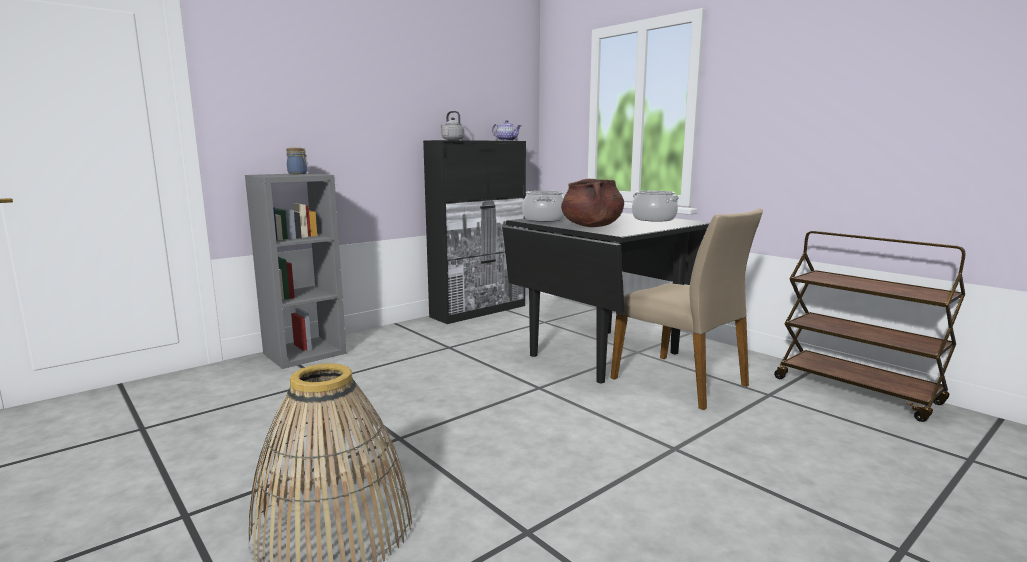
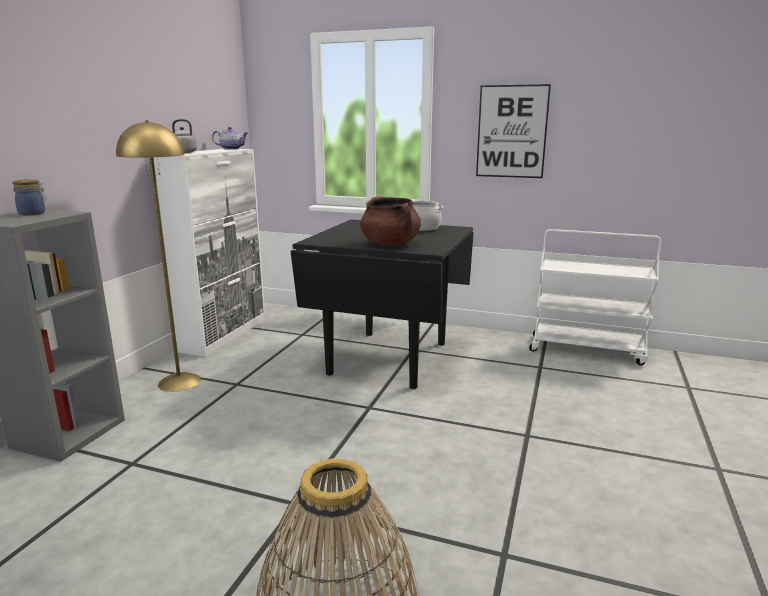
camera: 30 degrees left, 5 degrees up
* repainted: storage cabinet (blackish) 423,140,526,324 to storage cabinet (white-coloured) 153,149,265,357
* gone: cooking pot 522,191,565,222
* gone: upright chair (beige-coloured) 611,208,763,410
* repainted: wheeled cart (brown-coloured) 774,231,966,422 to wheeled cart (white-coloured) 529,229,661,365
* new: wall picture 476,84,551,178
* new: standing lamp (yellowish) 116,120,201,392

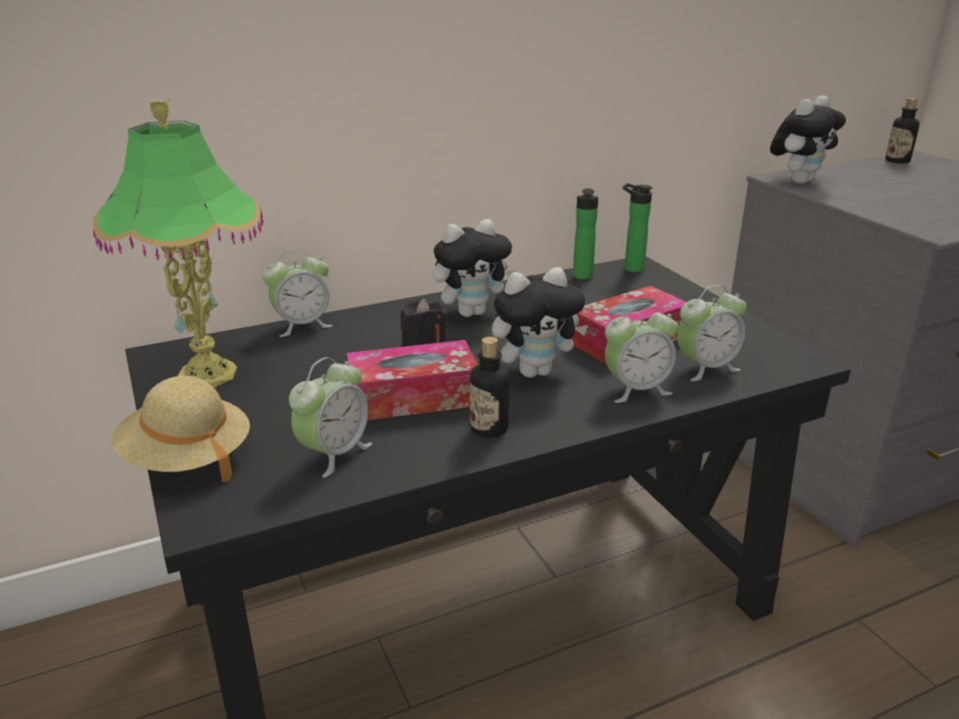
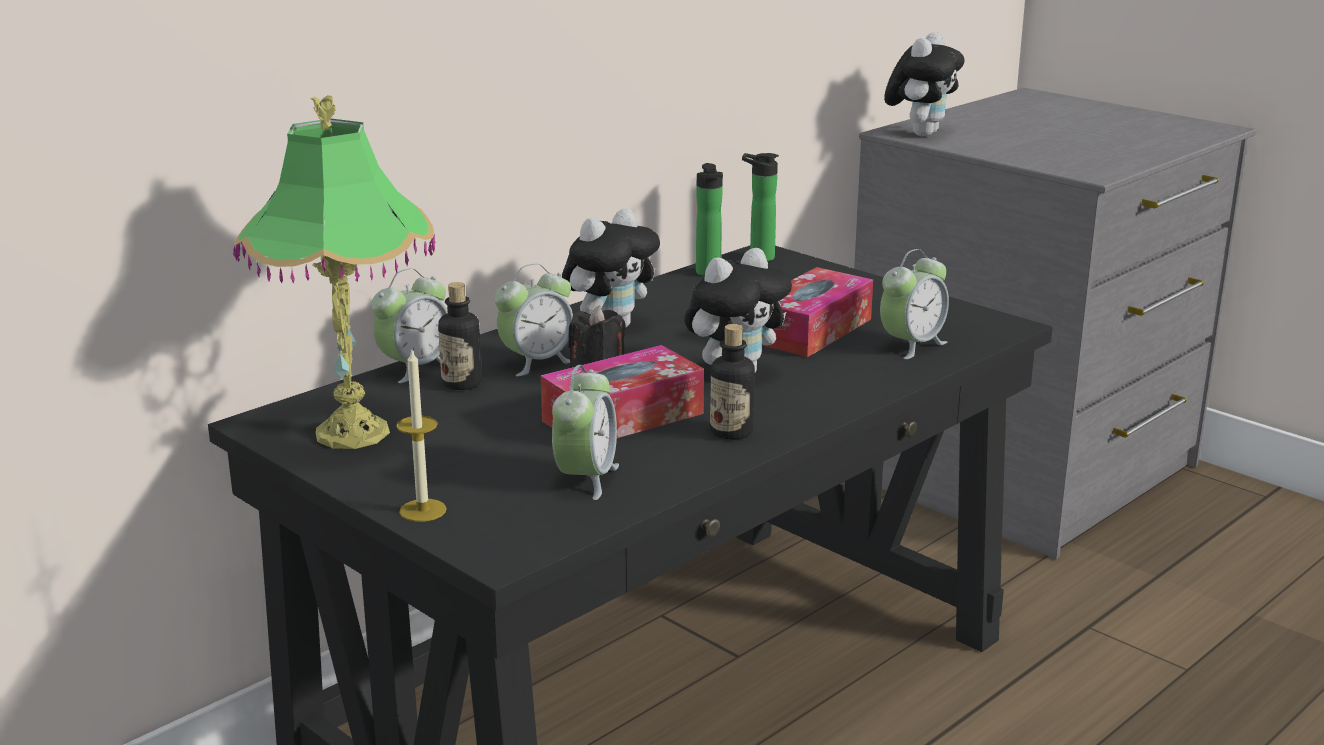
camera: 20 degrees left, 5 degrees down
* shifted: bottle 885,98,920,164 to 438,282,482,390
* shifted: table clock 605,303,678,403 to 494,264,573,376
* swapped: hat (beige-coloured) 112,376,250,482 to wax light 396,350,447,522

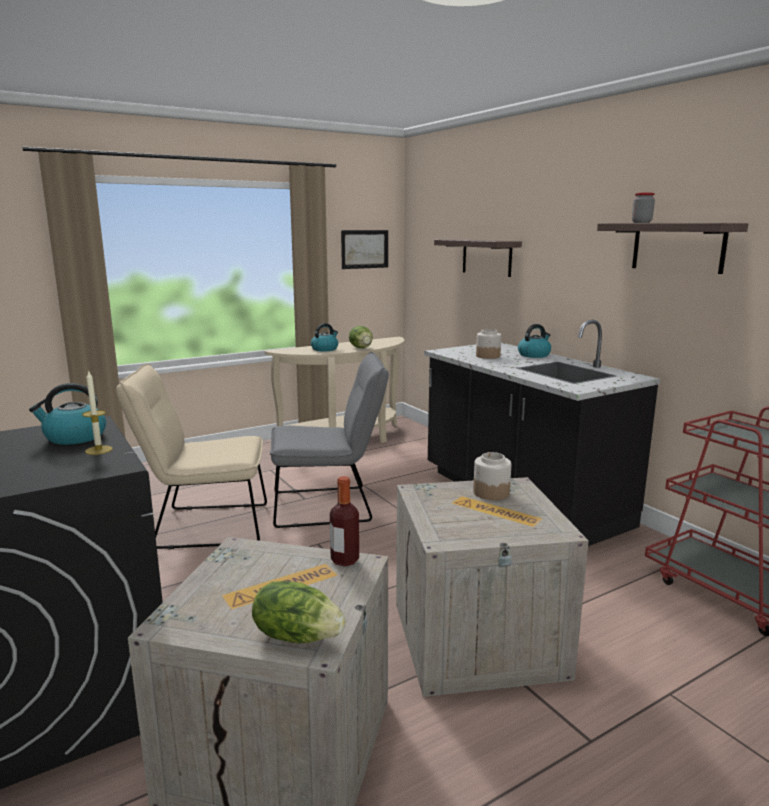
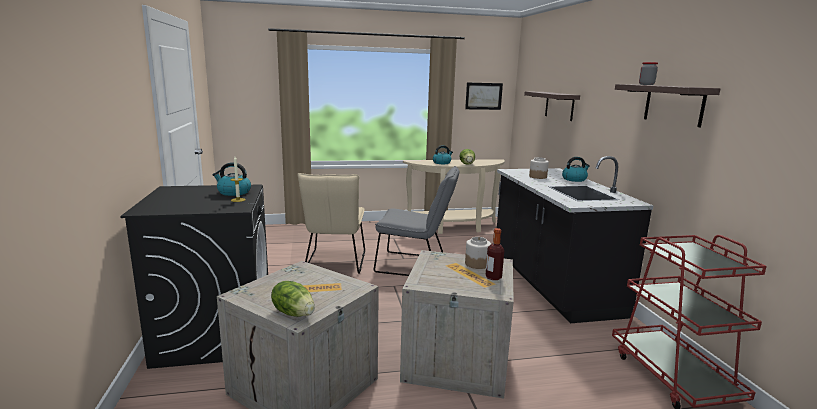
camera: 20 degrees right, 0 degrees up
* rotated: upright chair (beige-coloured) 116,364,267,549 = 297,173,365,274 105 degrees counterclockwise
* shifted: bottle 330,476,359,566 to 486,228,504,280

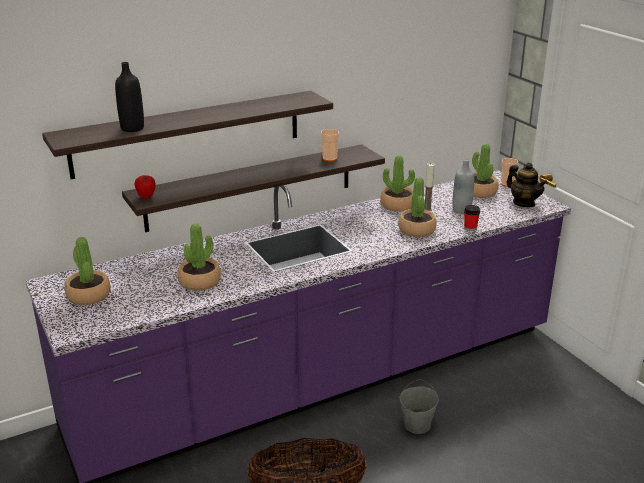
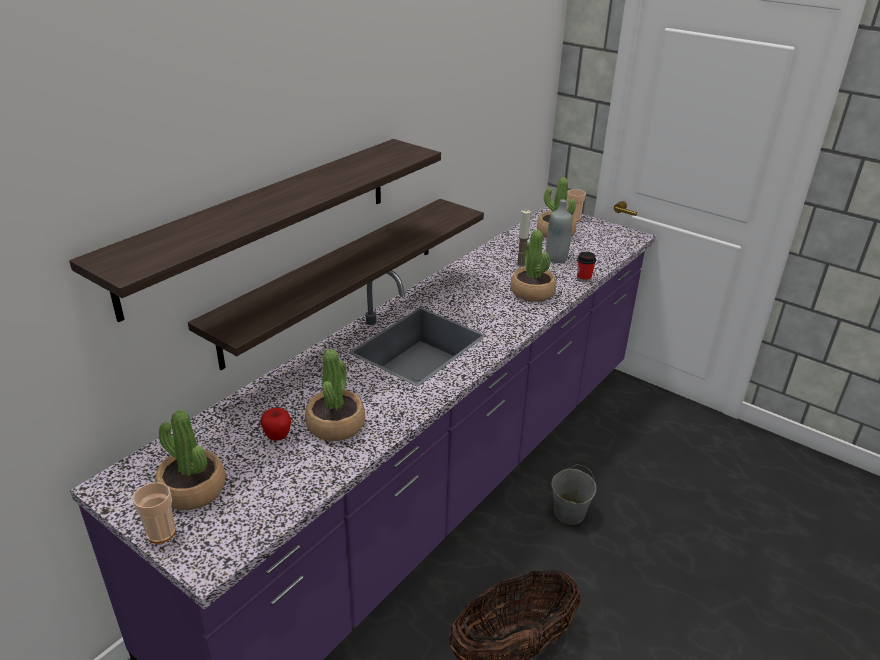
camera: 25 degrees left, 5 degrees up
* gone: bottle (blackish) 115,62,144,132
* shifted: cup 321,129,339,162 to 133,482,176,544
* gone: potted plant 380,156,415,212
* gone: tea pot 506,163,548,207
* shifted: apple 135,175,156,198 to 261,408,291,441

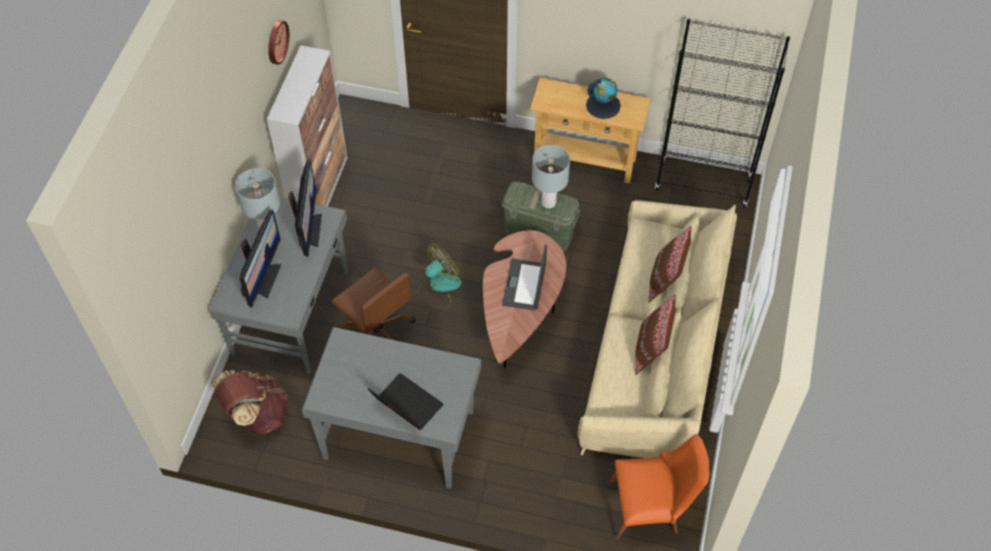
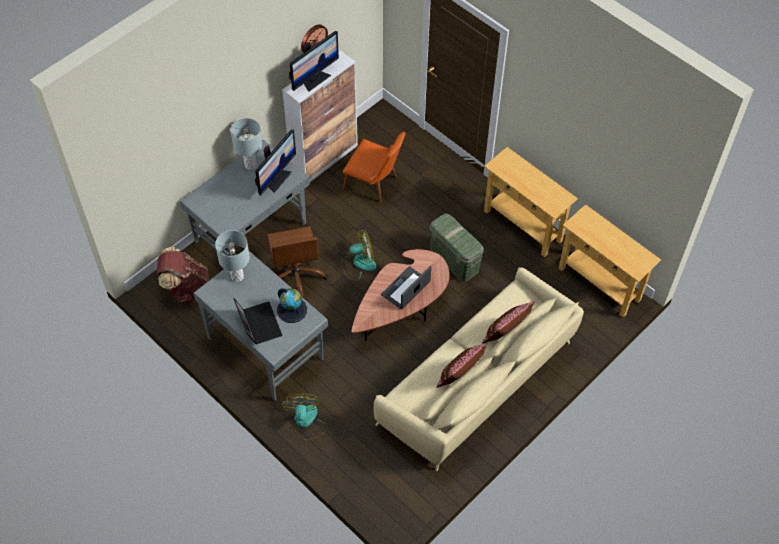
camera: 30 degrees right, 0 degrees up
* swapped: shelving unit (blackish) 655,19,790,207 to narrow table (beige-coloured) 558,204,661,318
* shifted: desk globe 586,78,621,119 to 277,288,307,323
* shifted: table lamp (grey) 532,145,570,208 to 215,230,250,282
* shifted: computer display 240,210,281,308 to 289,31,339,91
* shifted: upright chair (orange) 607,434,709,540 to 343,132,405,203
* new: cooling fan 282,394,328,440

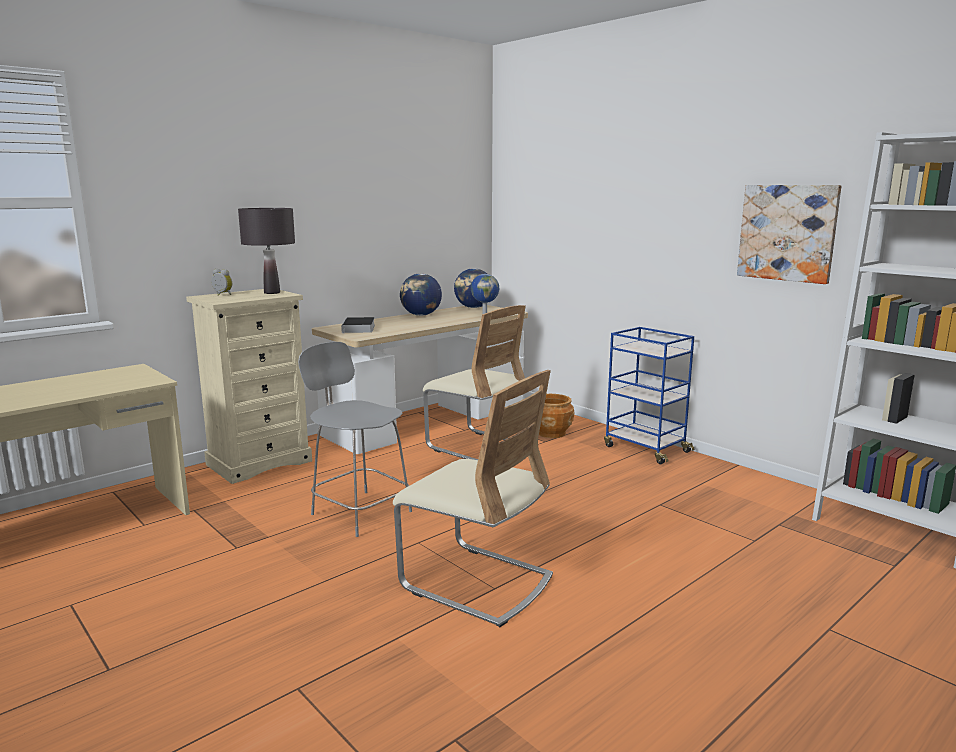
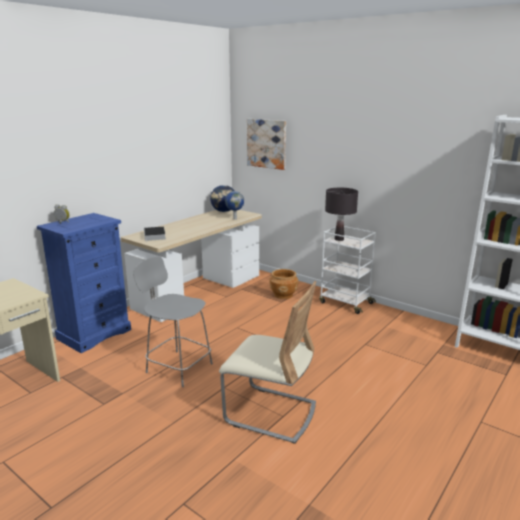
camera: 10 degrees left, 5 degrees up
* shifted: wall picture 737,185,841,284 to 247,119,286,170
* shifted: table lamp (blackish) 238,208,295,294 to 325,188,358,241
* gone: desk globe 400,273,442,316
* repainted: dresser (beige-coloured) 186,289,312,484 to dresser (blue) 37,213,131,353
* gone: upright chair (beige-coloured) 423,305,526,460
* repainted: wheeled cart (blue) 604,327,695,464 to wheeled cart (white-coloured) 319,226,376,314

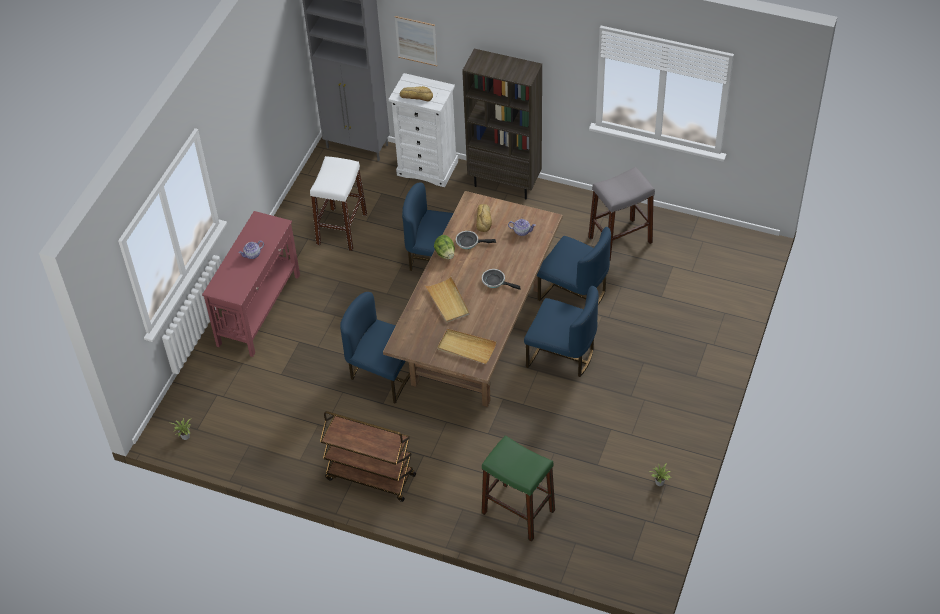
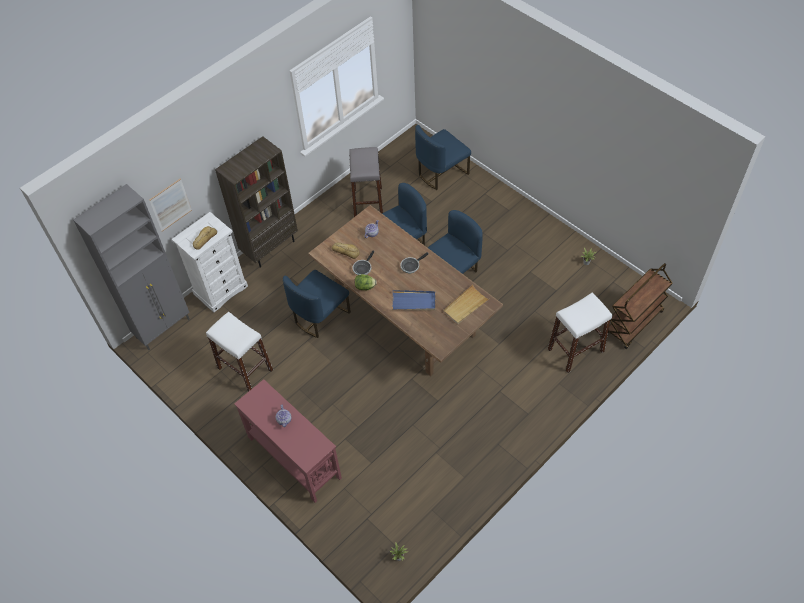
camera: 65 degrees left, 5 degrees up
* repainted: serving tray (beige-coloured) 425,276,470,323 to serving tray (blue) 392,290,435,310
* shifted: upright chair (blue) 340,292,410,404 to 415,125,471,190
* shifted: wheeled cart (brown-coloured) 320,411,416,502 to 608,263,673,349
* repainted: sitting stool (greenish) 482,435,555,542 to sitting stool (white-coloured) 548,293,612,373

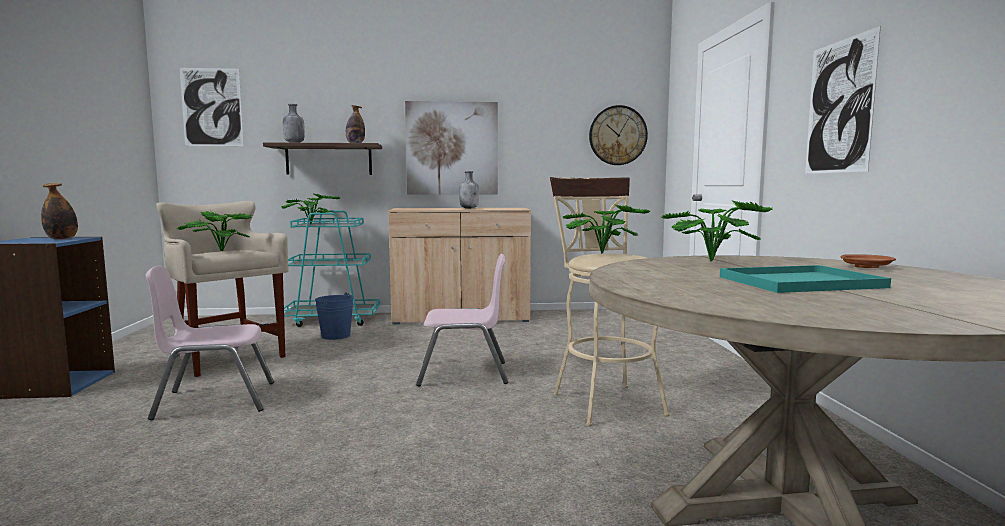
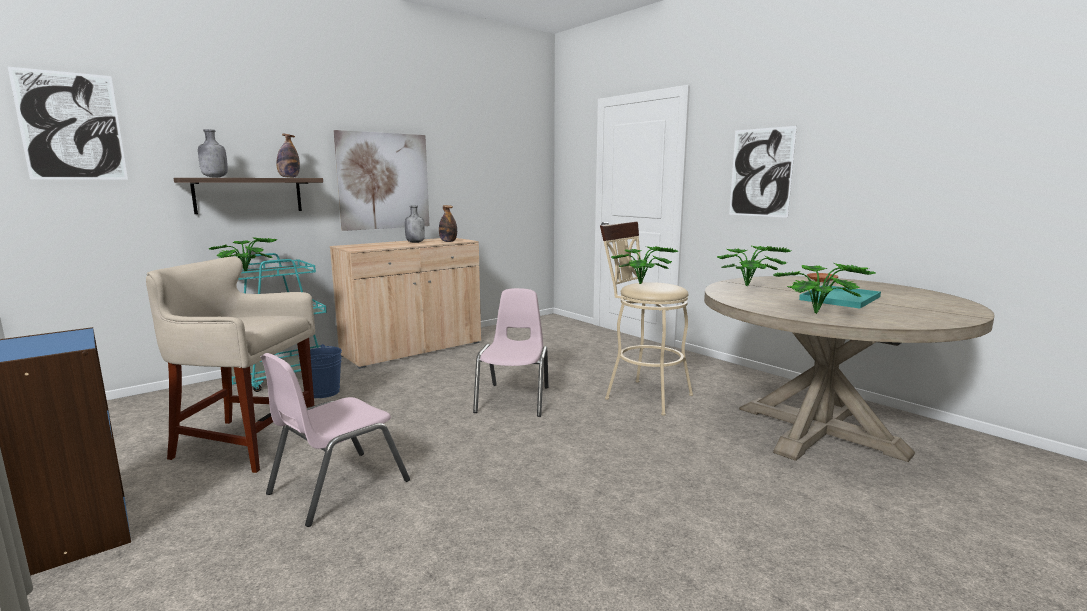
camera: 35 degrees left, 5 degrees up
* gone: hanging clock 589,105,648,165
* shifted: bottle 41,183,78,240 to 439,205,457,242
* shifted: potted plant 177,211,252,251 to 773,263,876,314
* rotated: upright chair (pinkish) 416,254,508,386 = 473,288,549,417 45 degrees counterclockwise

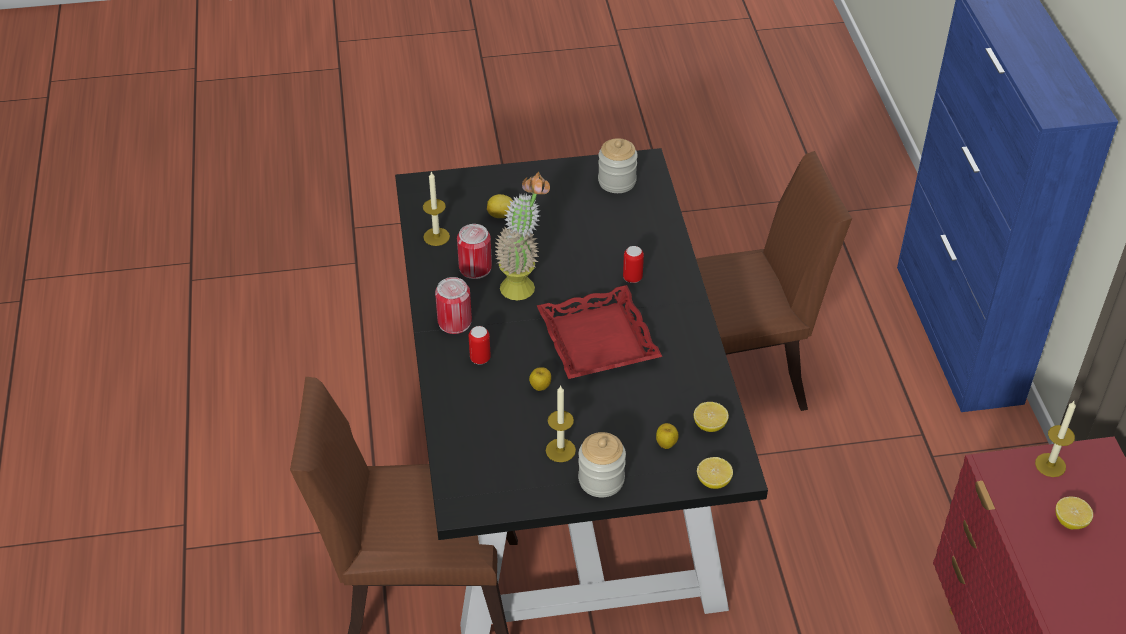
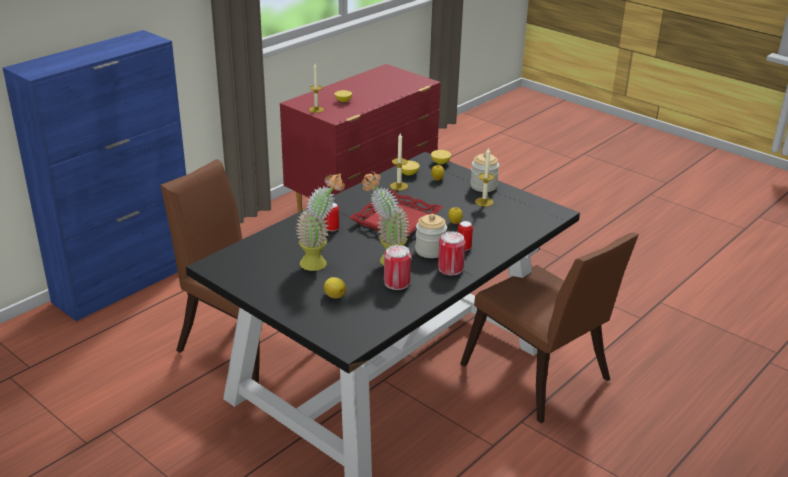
camera: 130 degrees left, 15 degrees down
* shifted: jar 598,138,638,193 to 415,214,447,258
* shifted: wax light 423,171,450,246 to 390,133,408,191
* new: potted plant 296,173,345,271

